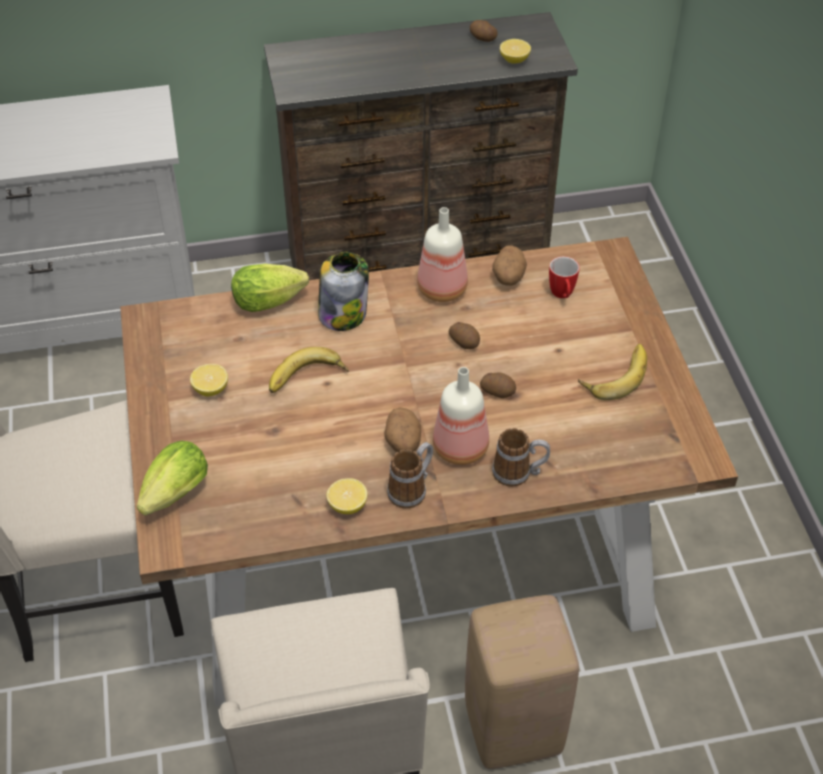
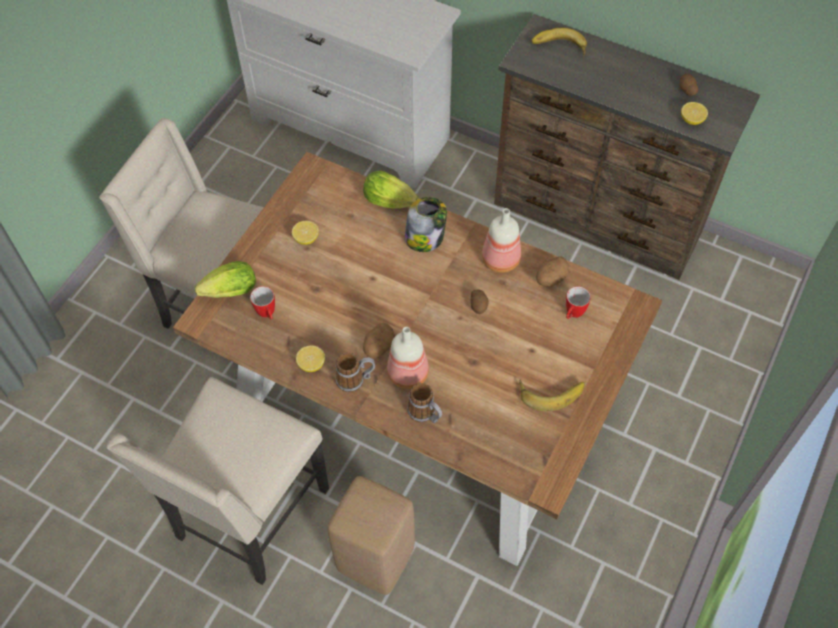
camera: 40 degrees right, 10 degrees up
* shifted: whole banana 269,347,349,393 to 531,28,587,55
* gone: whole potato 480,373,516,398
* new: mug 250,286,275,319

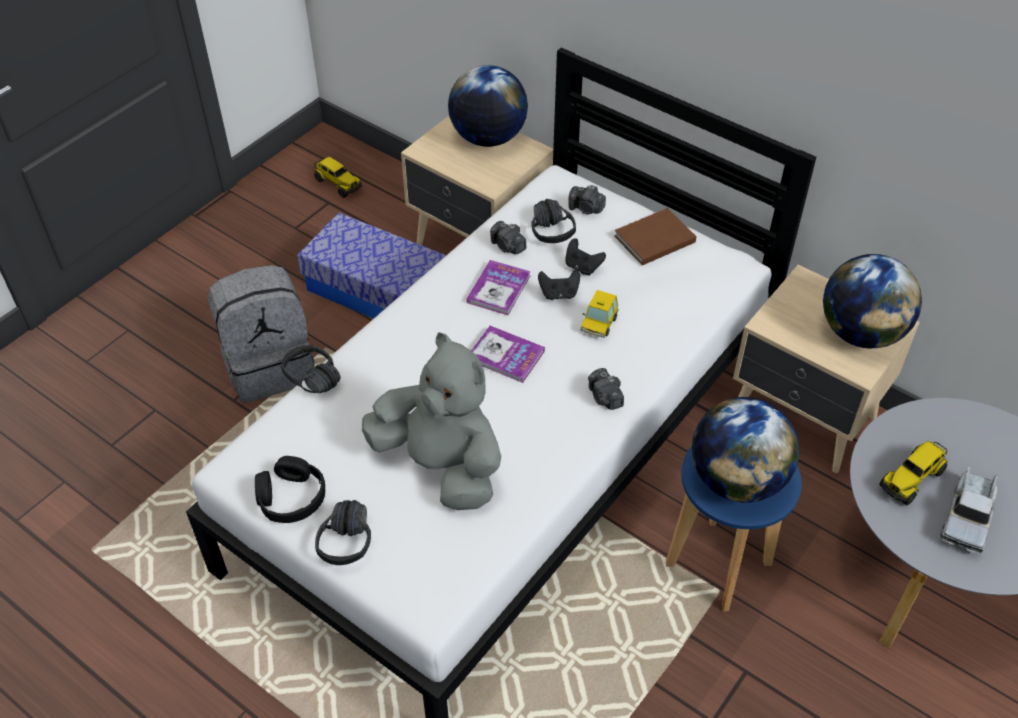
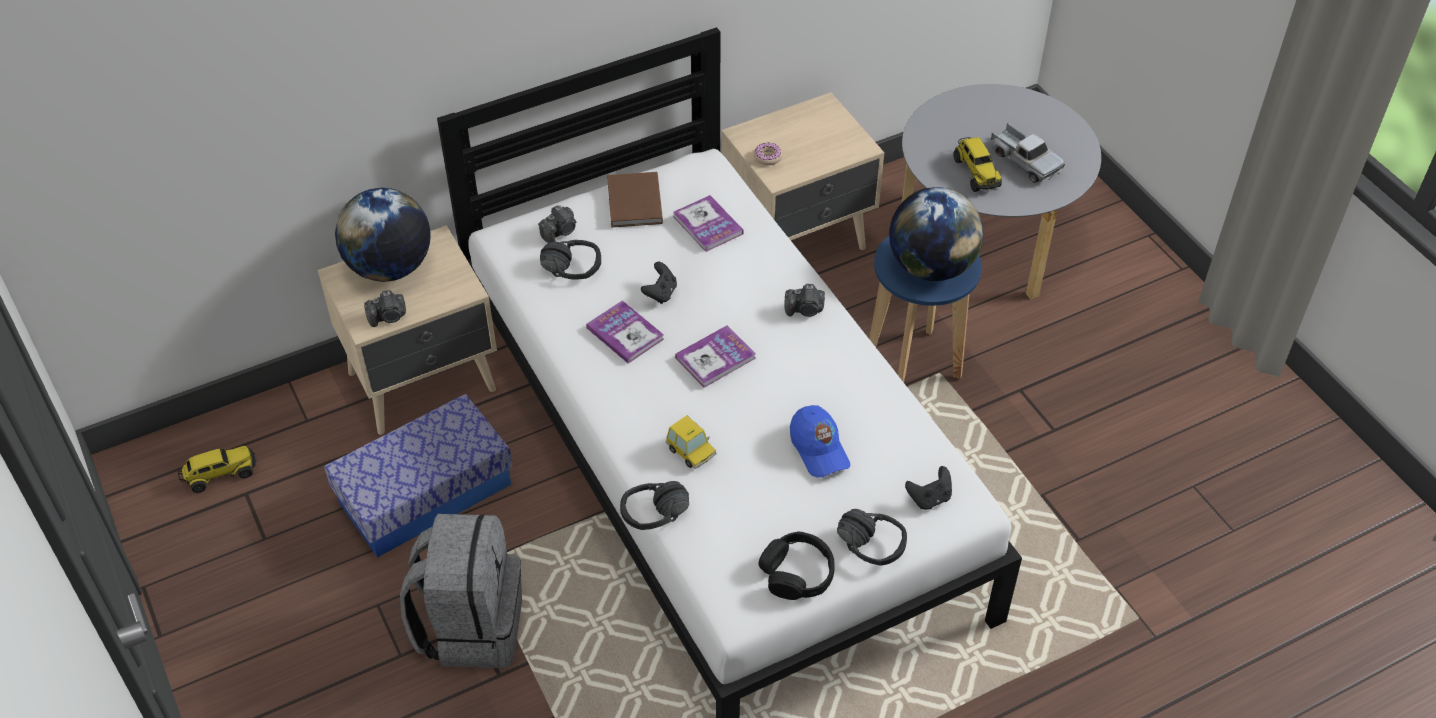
camera: 65 degrees left, 0 degrees up
* shifted: still camera 490,221,526,254 to 364,290,406,327
* shifted: game controller (blackish) 565,238,606,276 to 905,466,952,510
* gone: desk globe 823,254,922,348
* shifted: toy car 580,290,618,338 to 666,415,717,469
* swapped: plush toy (grey) 362,333,501,510 to peaked cap (blue) 790,405,850,477
* new: doughnut 754,142,783,165
* new: volume 673,195,744,252

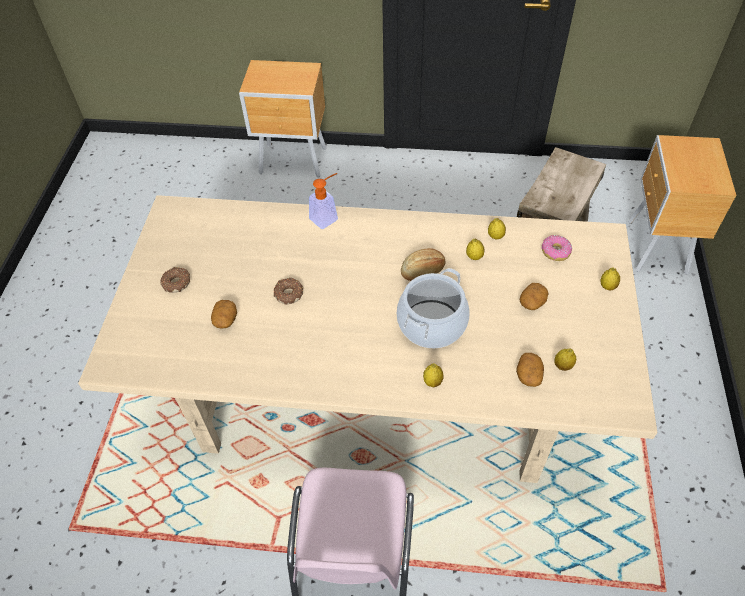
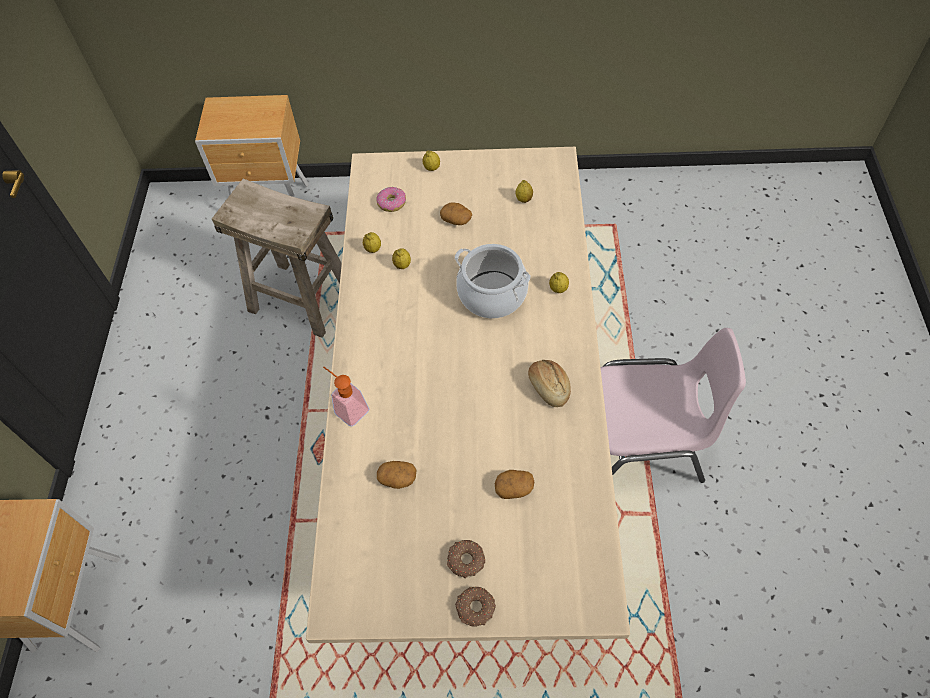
camera: 95 degrees left, 5 degrees up
* shifted: bread 401,248,445,281 to 528,360,571,407
* shifted: doughnut 273,278,303,305 to 455,586,496,627
* shifted: whole potato 516,353,544,387 to 377,461,417,489

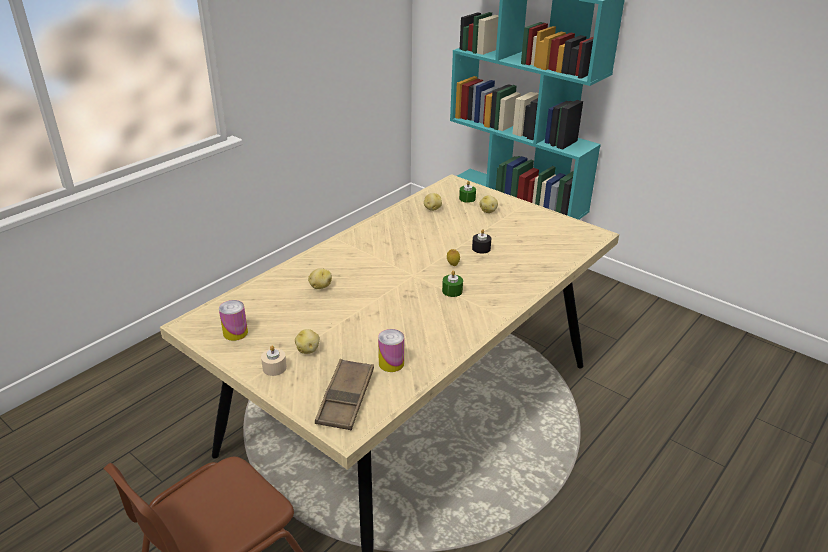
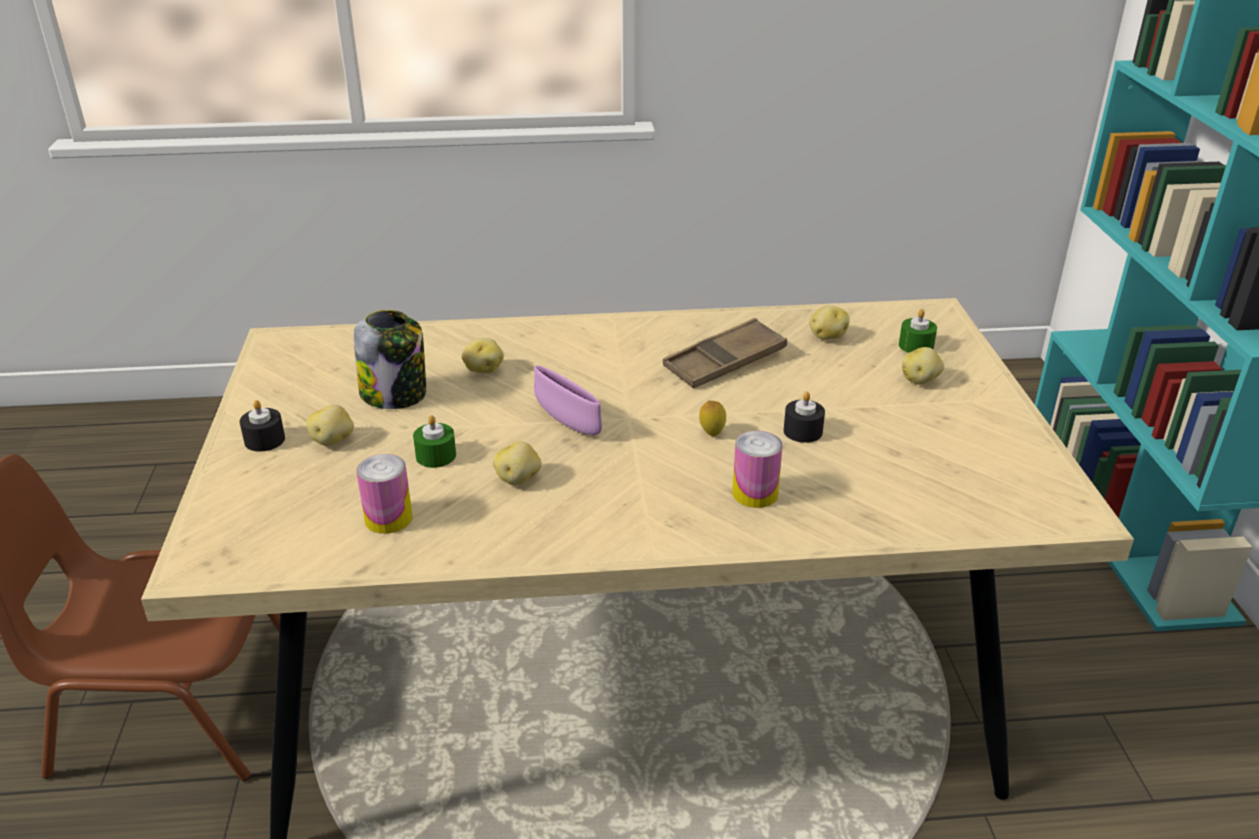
camera: 45 degrees right, 0 degrees up
* shifted: wax light (greenish) 442,270,463,297 to 413,415,456,468
* shifted: can 219,300,248,341 to 732,431,783,508
* repainted: wax light (beige-coloured) 261,346,287,376 to wax light (blackish) 240,400,285,452
* shifted: serving tray (brown-coloured) 315,359,374,430 to 663,318,787,388
* new: jar 354,310,426,409
* new: deep dish (purplish) 534,365,602,435
* new: whole potato 493,442,542,485

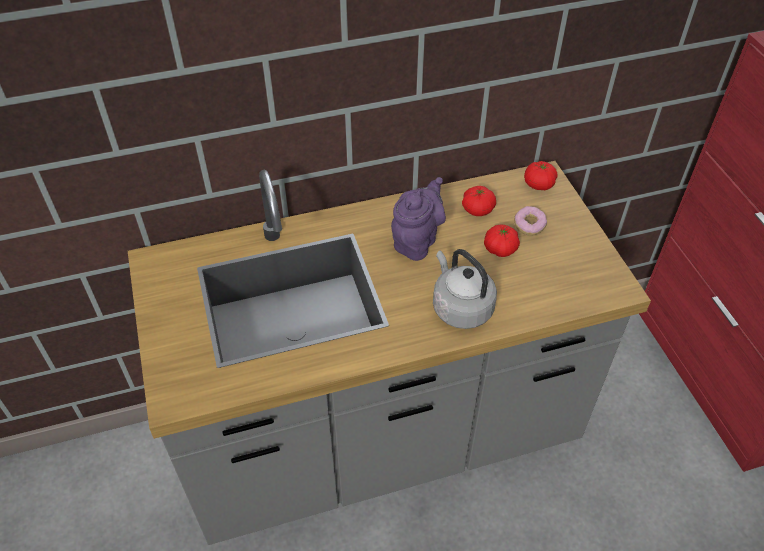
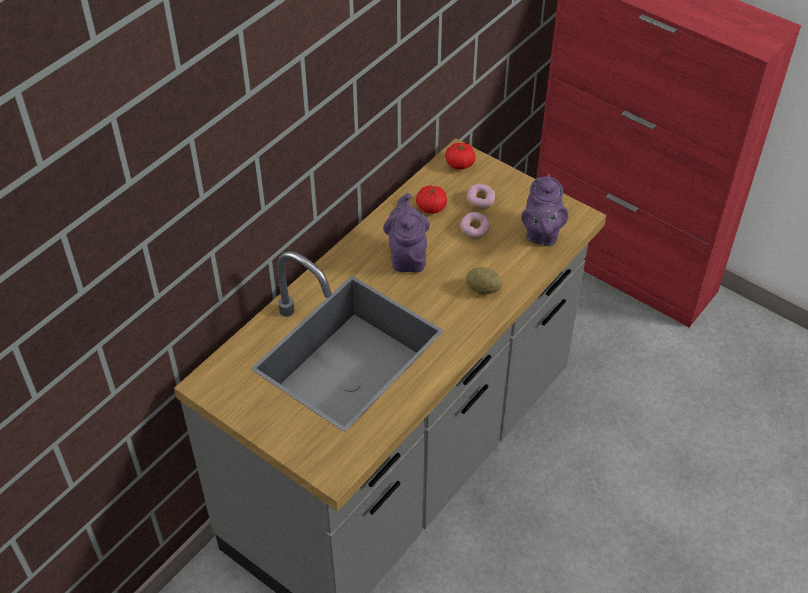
camera: 35 degrees left, 0 degrees up
* swapped: tomato 484,224,520,257 to doughnut 460,212,490,239
* swapped: tea kettle (grey) 433,249,497,329 to whole potato 466,267,502,295
* new: tea pot (purplish) 521,174,568,246

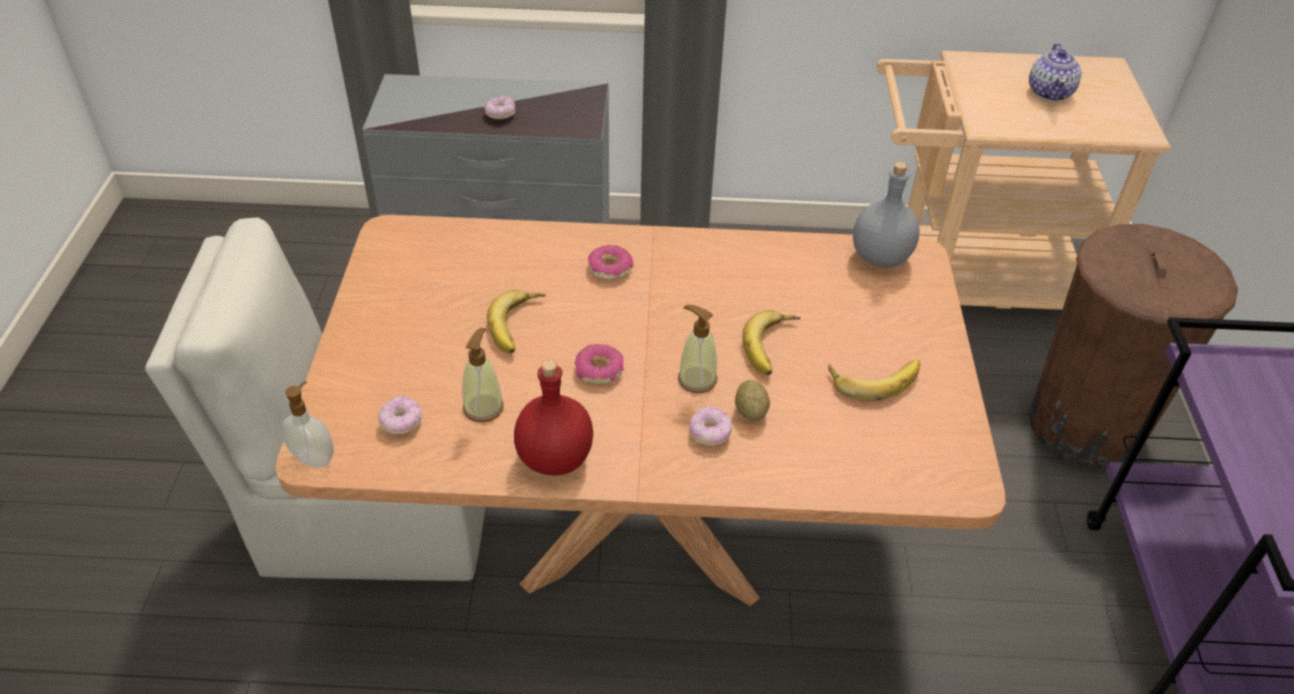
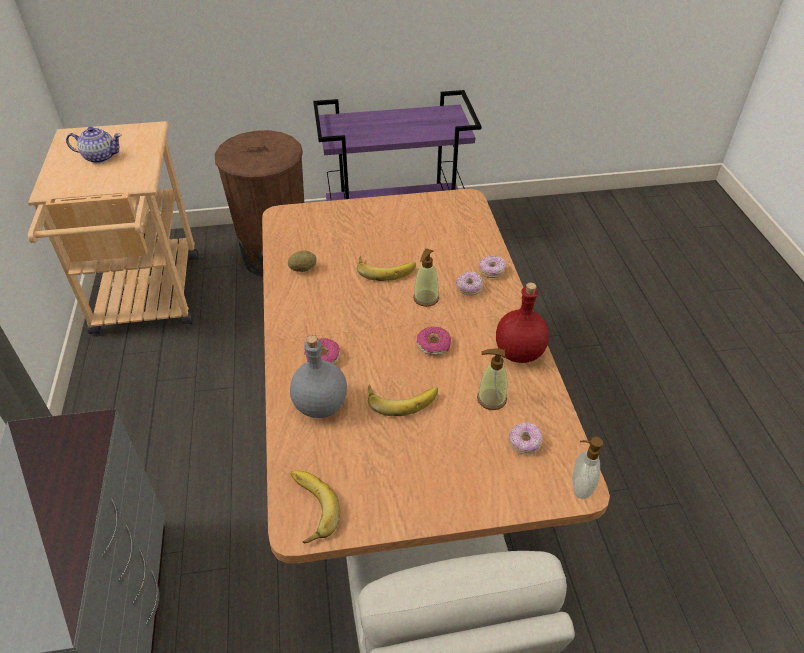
camera: 100 degrees left, 0 degrees up
* shifted: doughnut 485,96,515,120 to 479,256,506,278
* shifted: bottle (grey) 853,162,919,268 to 290,335,347,418
* shifted: whole banana 828,359,920,401 to 291,471,340,543
* shifted: whole potato 735,380,770,422 to 288,250,316,272

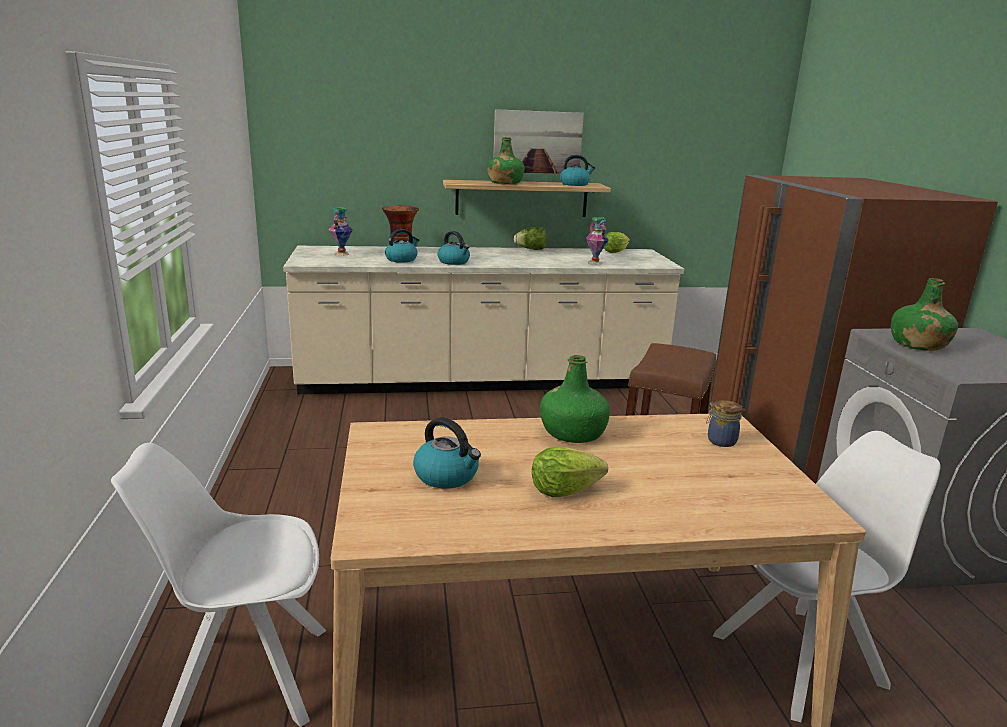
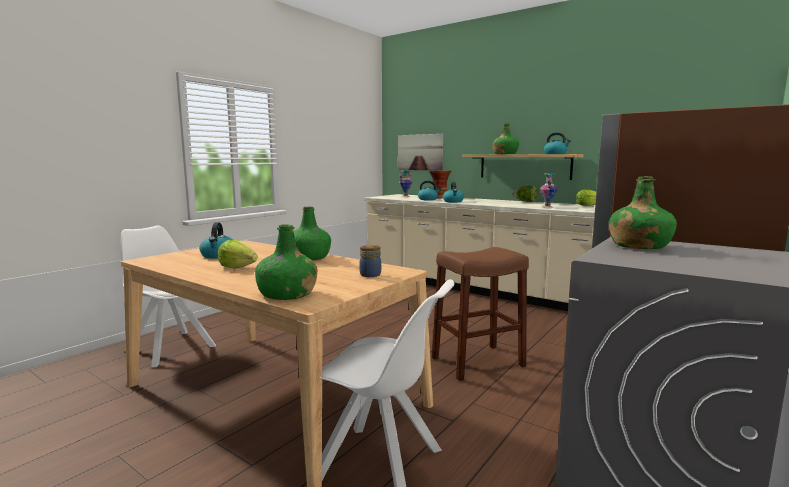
camera: 45 degrees right, 10 degrees down
* shifted: wall picture 493,109,584,174 to 398,134,443,171
* new: bottle (greenish) 255,224,317,300

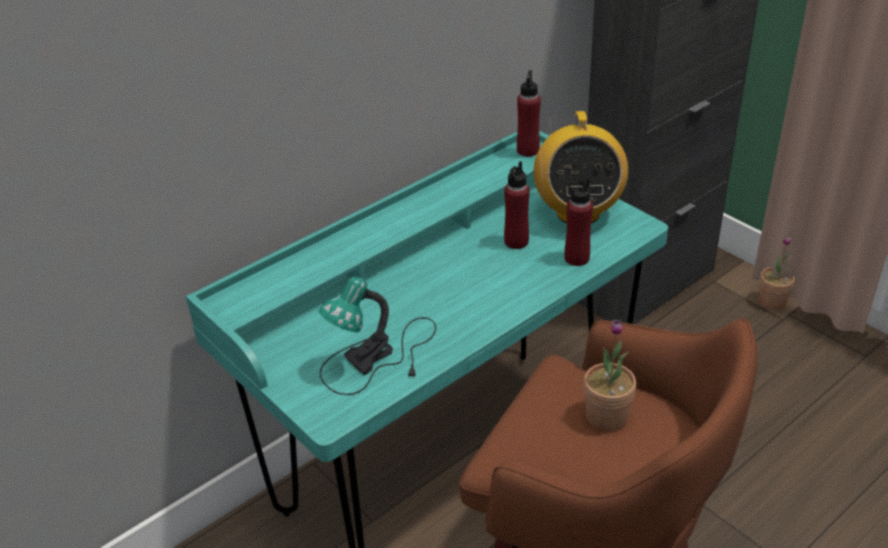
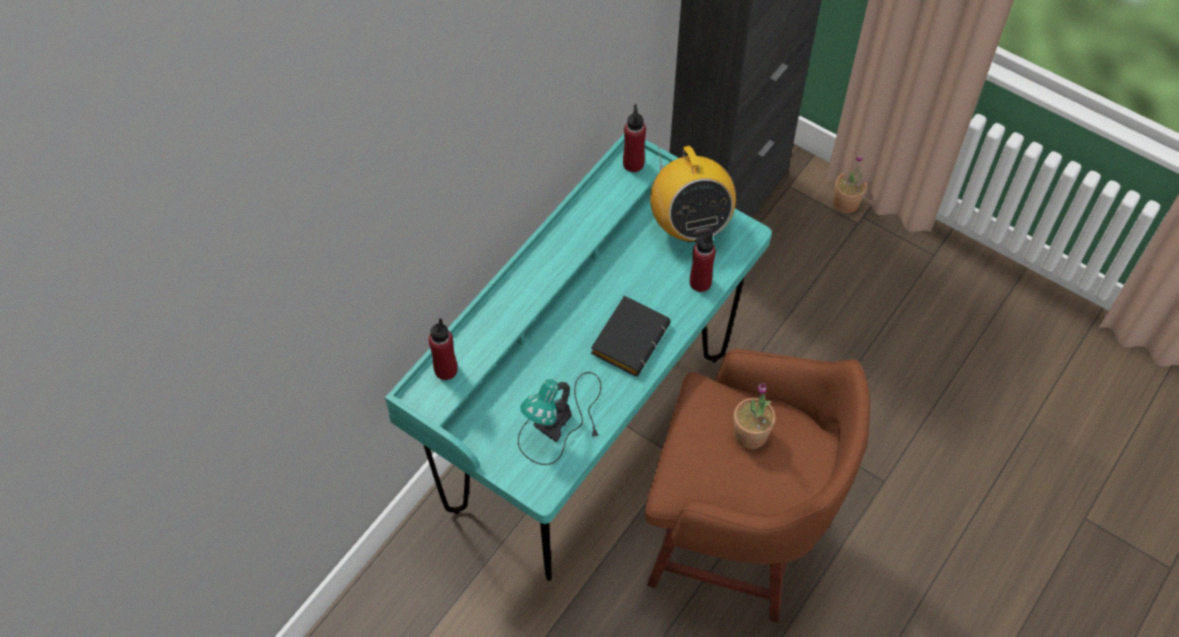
camera: 15 degrees left, 20 degrees up
* shifted: bottle (reddish) 504,161,530,249 to 428,318,458,380
* new: volume (blackish) 590,296,671,376

